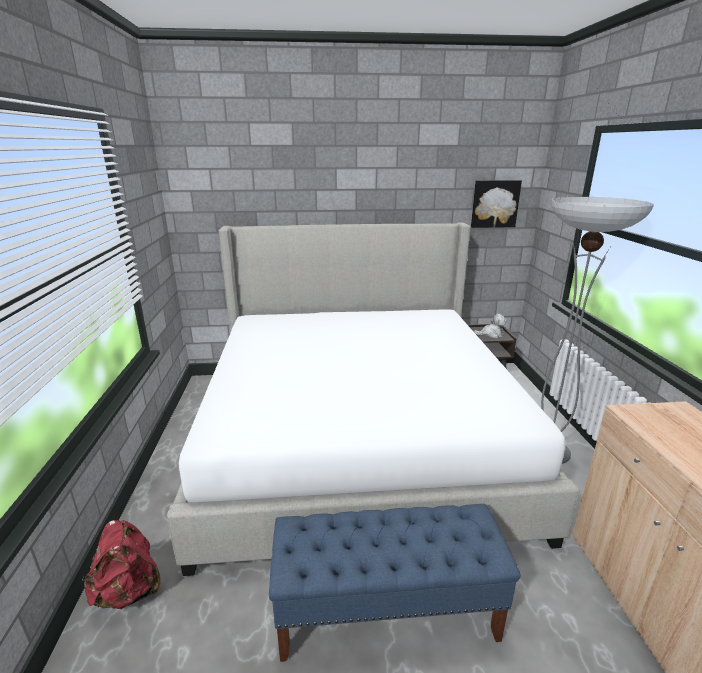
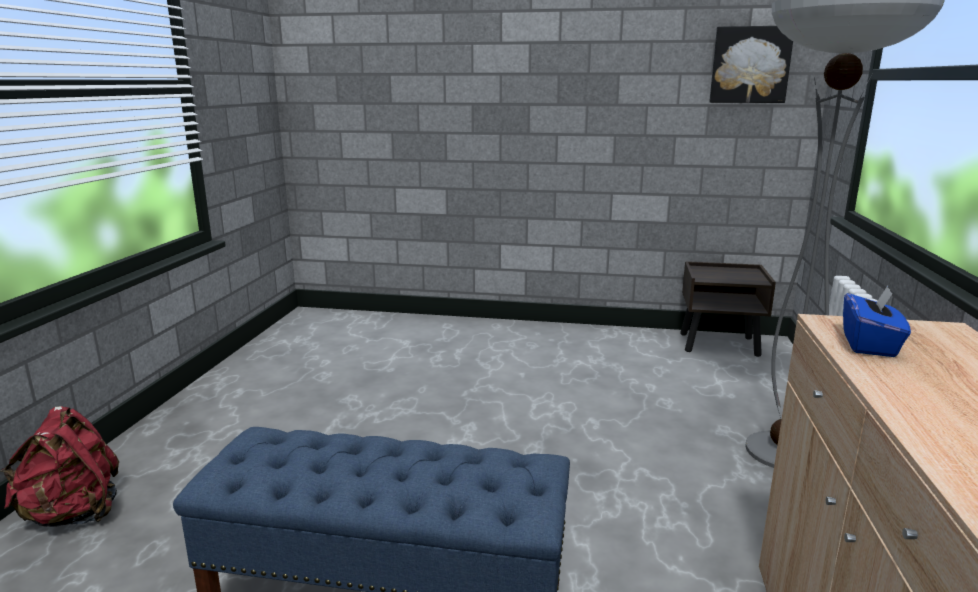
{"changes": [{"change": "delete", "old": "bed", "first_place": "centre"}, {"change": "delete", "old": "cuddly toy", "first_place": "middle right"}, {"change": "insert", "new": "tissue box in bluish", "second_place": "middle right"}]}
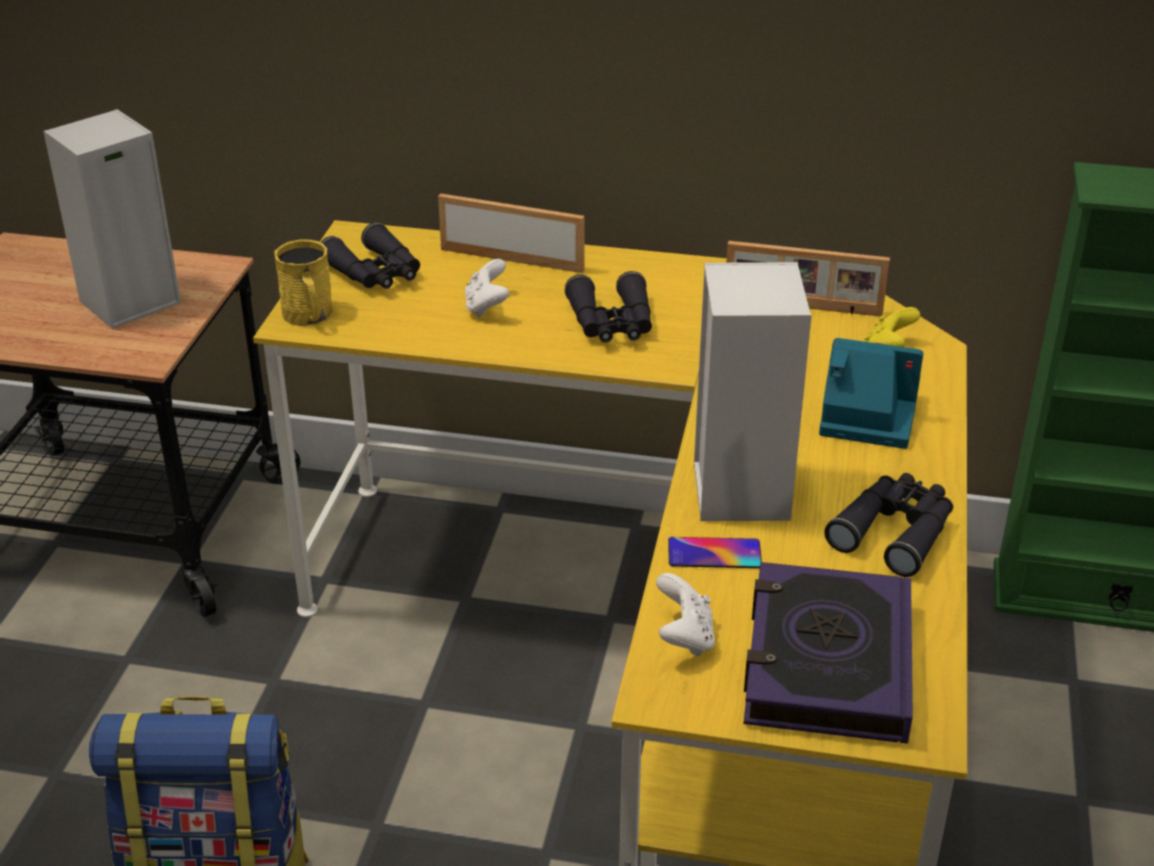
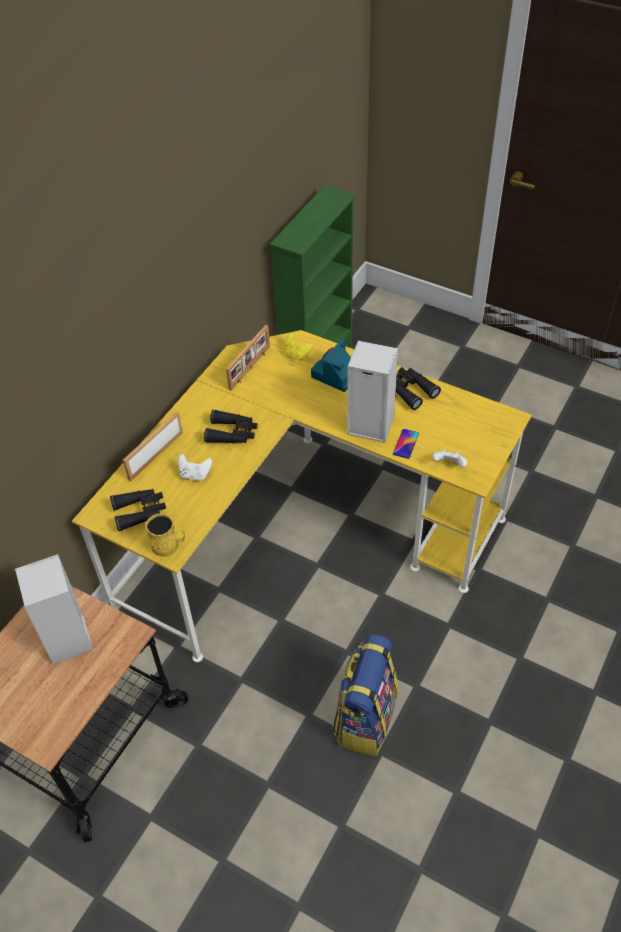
{"changes": [{"change": "delete", "old": "book", "first_place": "bottom right"}]}
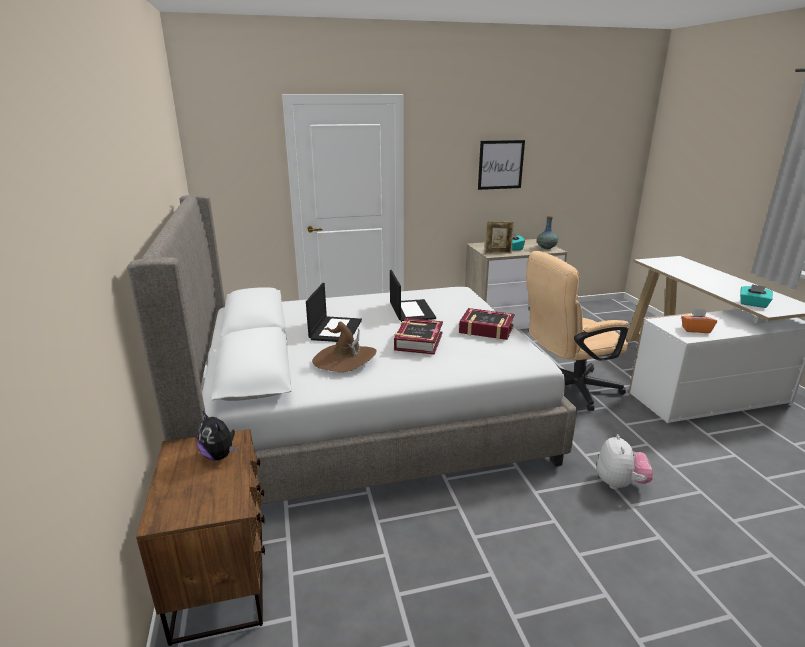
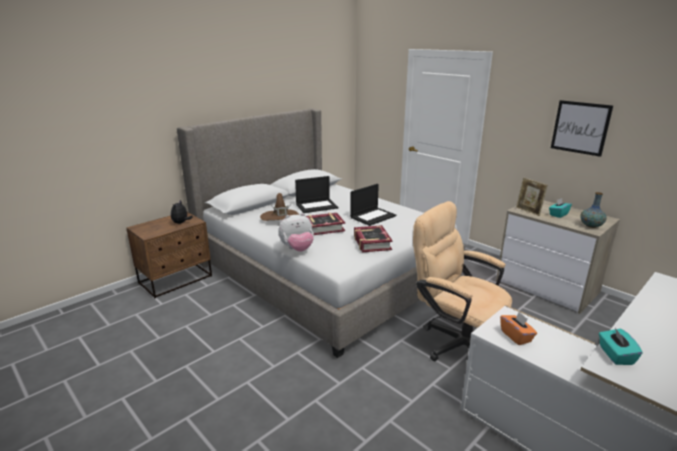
{"changes": [{"change": "move", "old": "cuddly toy (2nd from left)", "first_place": "bottom right", "second_place": "centre"}]}
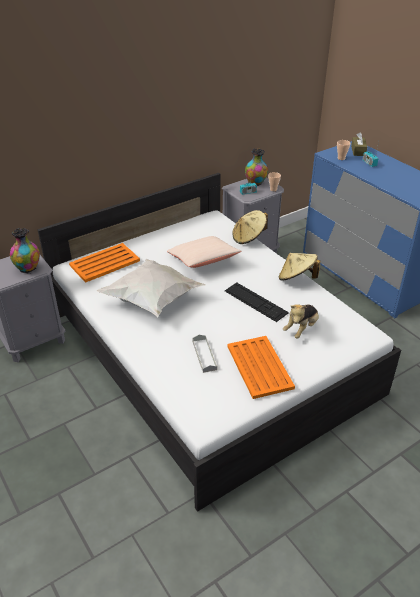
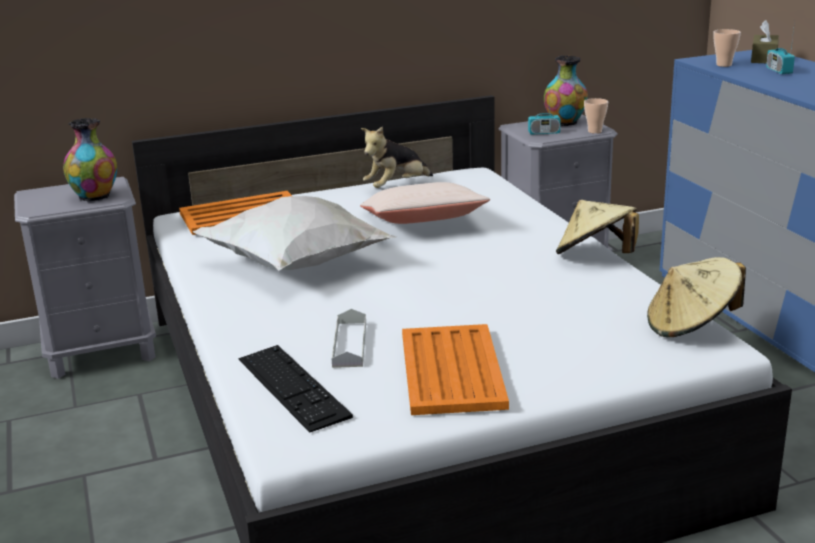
{"changes": [{"change": "move", "old": "computer keyboard", "first_place": "centre", "second_place": "bottom centre"}, {"change": "move", "old": "clothing hat in beige-coloured (1st from left in the first image)", "new": "clothing hat in beige-coloured (2nd from left)", "first_place": "centre", "second_place": "middle right"}, {"change": "move", "old": "cuddly toy", "first_place": "middle right", "second_place": "top centre"}]}
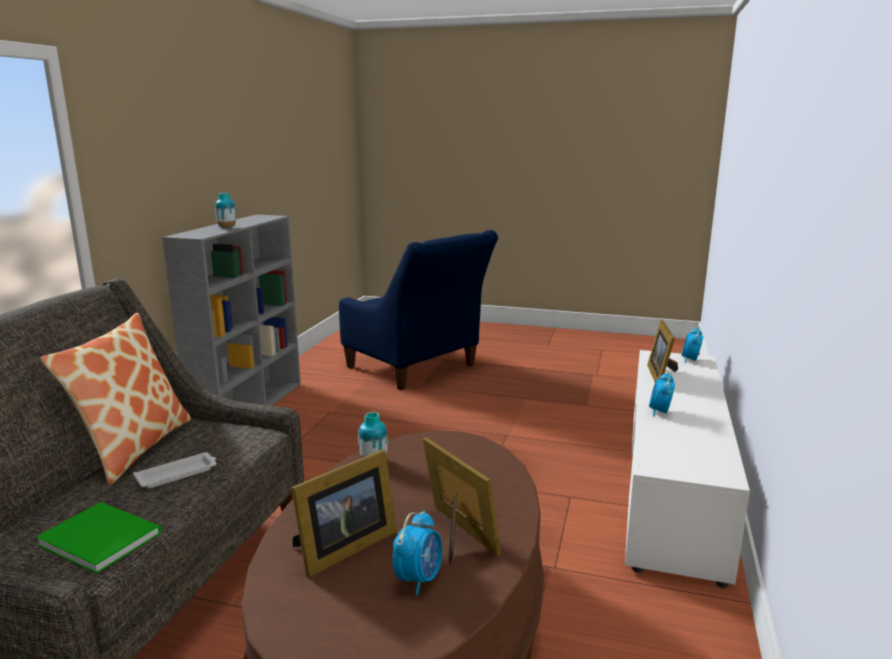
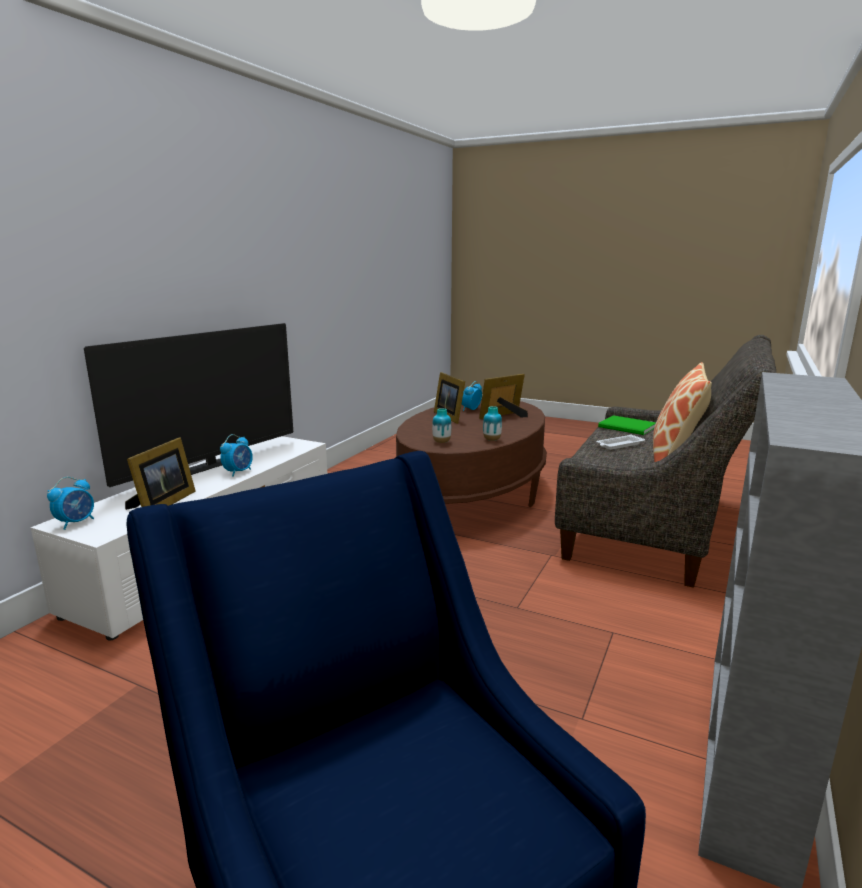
{"changes": [{"change": "insert", "new": "TV", "second_place": "middle left"}, {"change": "move", "old": "flower vase (1st from left)", "first_place": "top left", "second_place": "centre"}]}
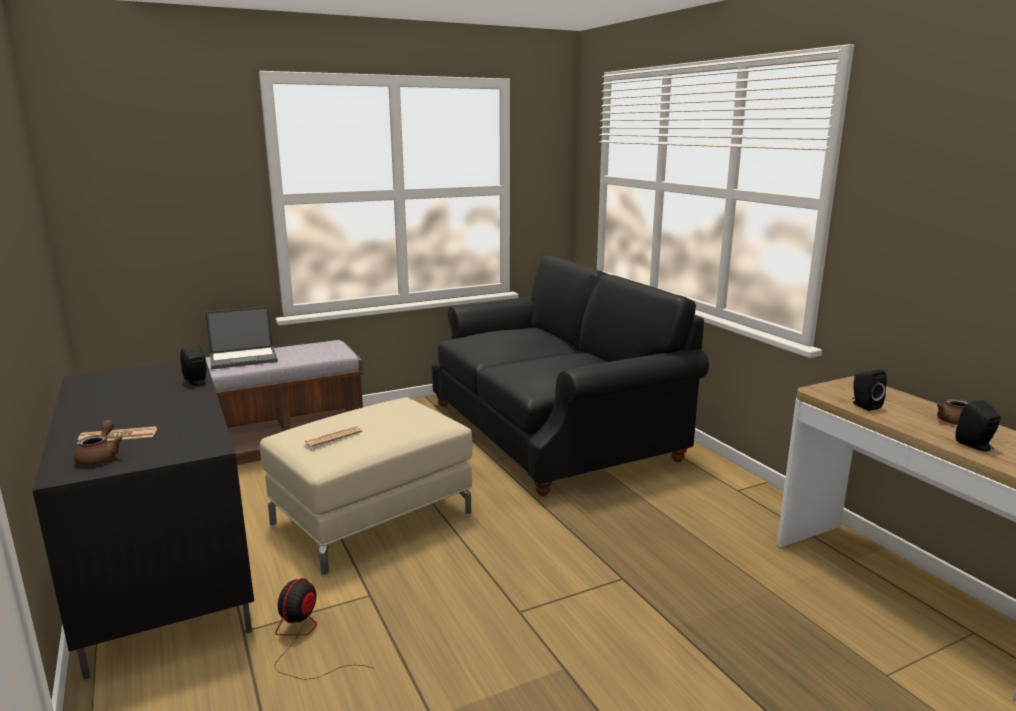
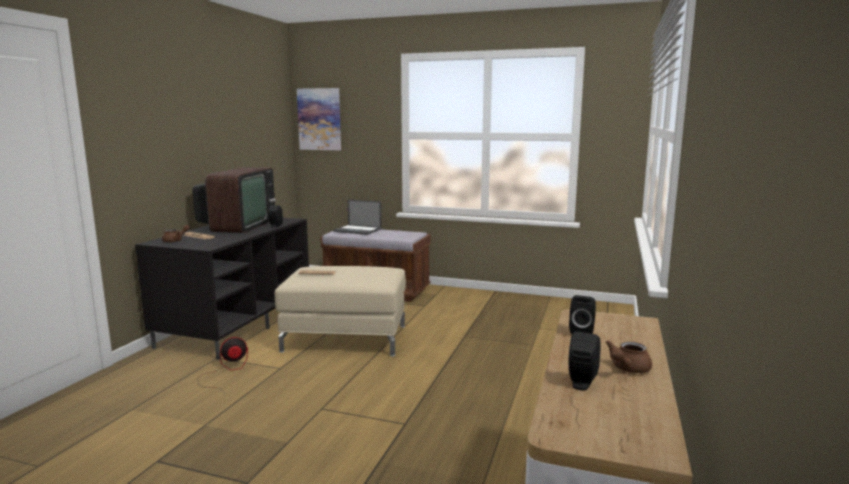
{"changes": [{"change": "delete", "old": "couch in blackish", "first_place": "centre"}, {"change": "insert", "new": "TV", "second_place": "middle left"}, {"change": "insert", "new": "picture", "second_place": "top centre"}]}
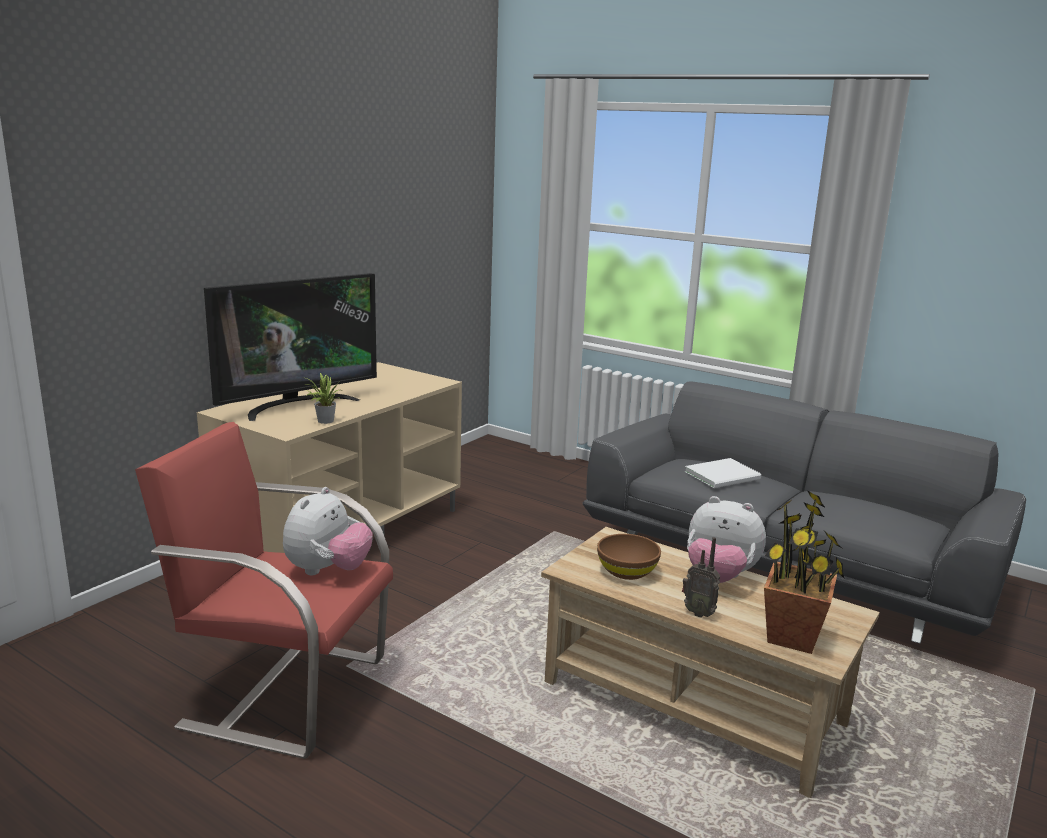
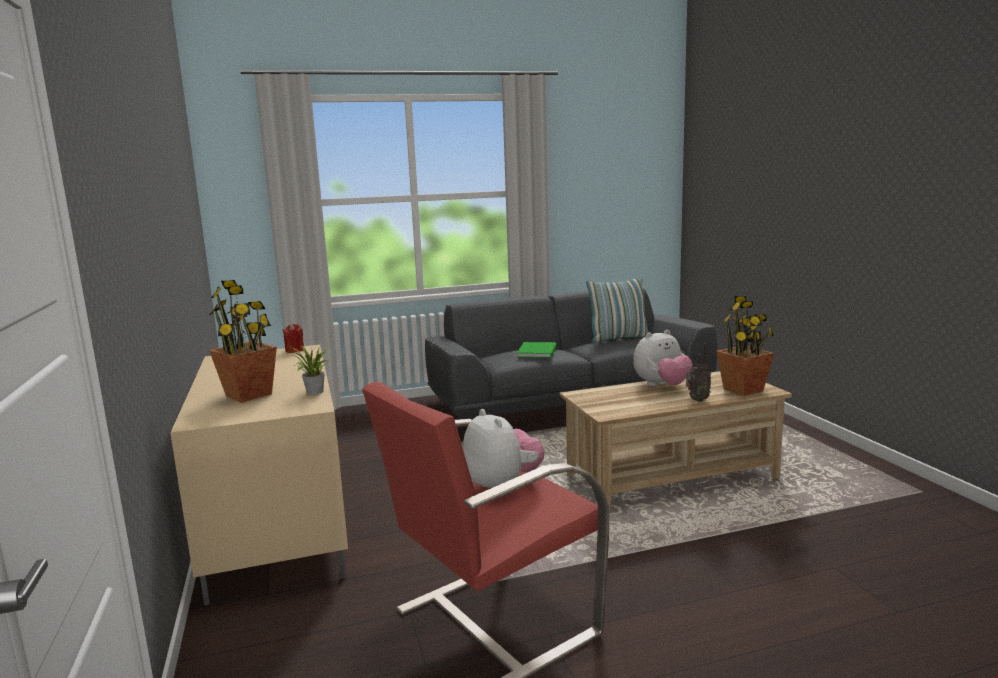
{"changes": [{"change": "delete", "old": "serving bowl in brown", "first_place": "centre"}, {"change": "insert", "new": "candle in red", "second_place": "middle left"}, {"change": "insert", "new": "pillow", "second_place": "centre"}, {"change": "replace", "old": "TV", "new": "plant in a pot (1st from left)", "first_place": "middle left", "second_place": "middle left"}, {"change": "recolor", "old": "book in white", "new": "book in greenish", "first_place": "middle right", "second_place": "centre"}]}
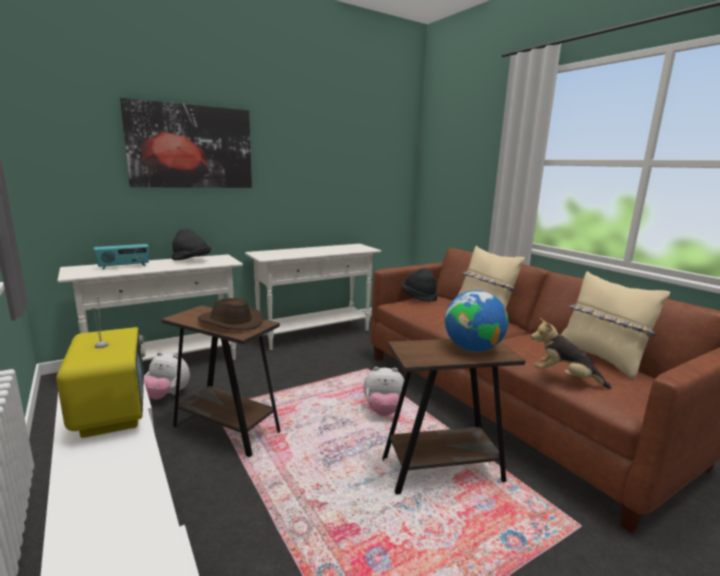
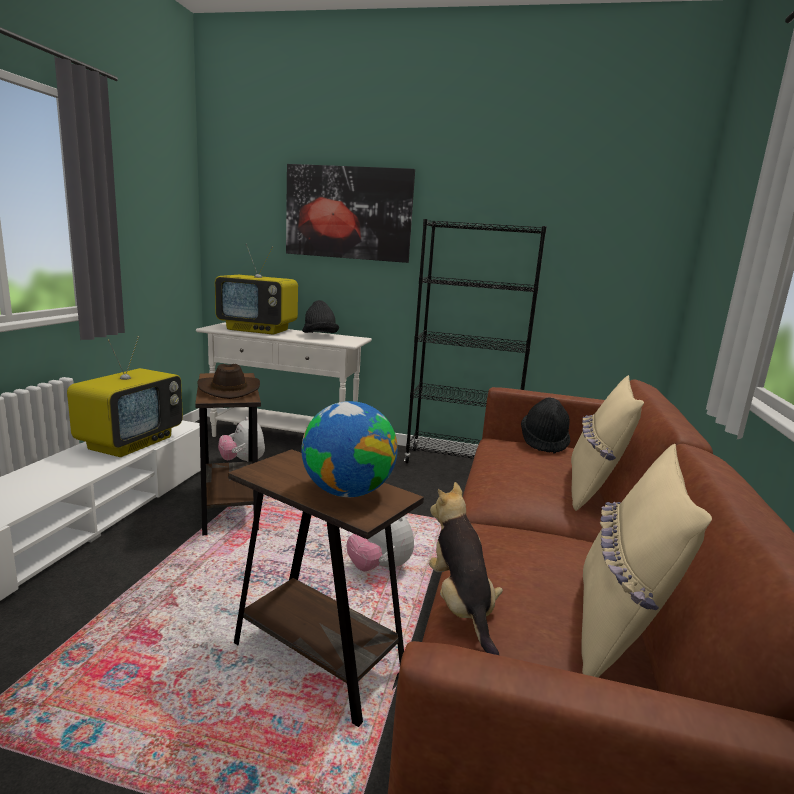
{"changes": [{"change": "replace", "old": "radio", "new": "TV (2nd from left)", "first_place": "middle left", "second_place": "middle left"}, {"change": "replace", "old": "console table in white (2nd from left)", "new": "shelving unit in blackish", "first_place": "centre", "second_place": "centre"}]}
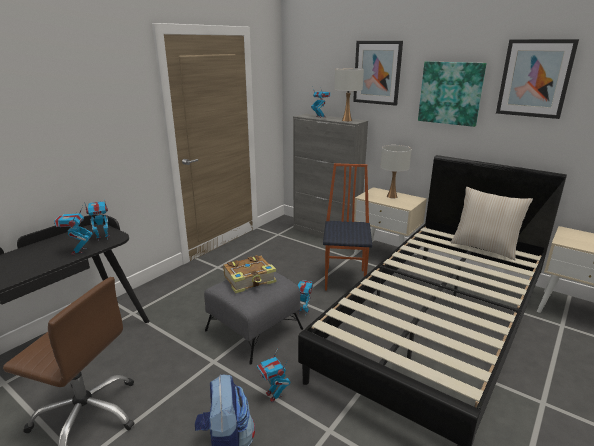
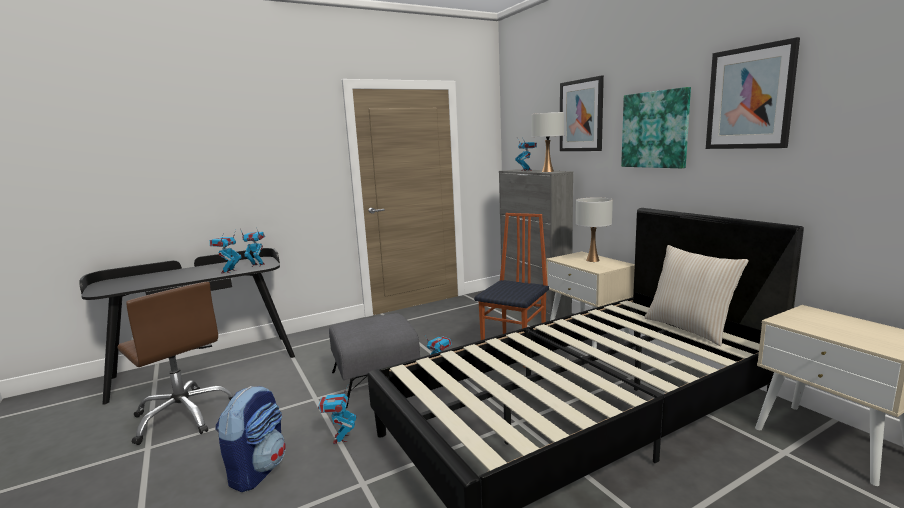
{"changes": [{"change": "delete", "old": "book", "first_place": "centre"}]}
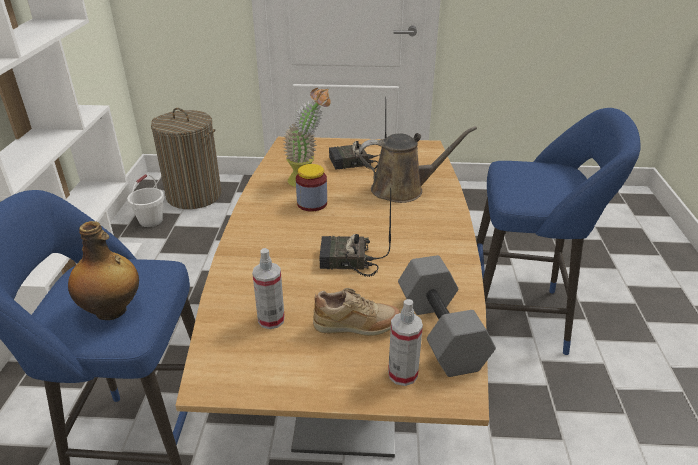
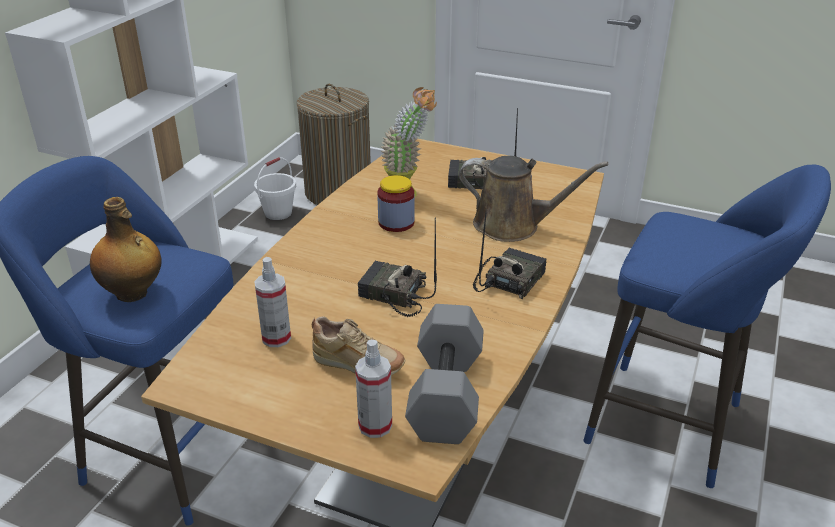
{"changes": [{"change": "insert", "new": "radio (3rd from left)", "second_place": "centre"}]}
